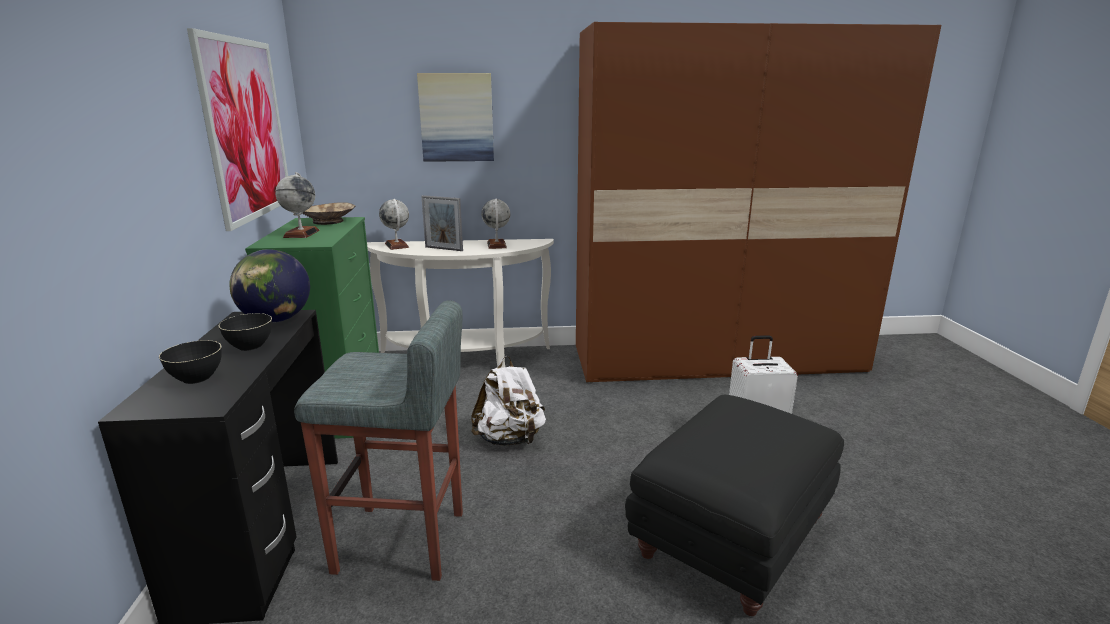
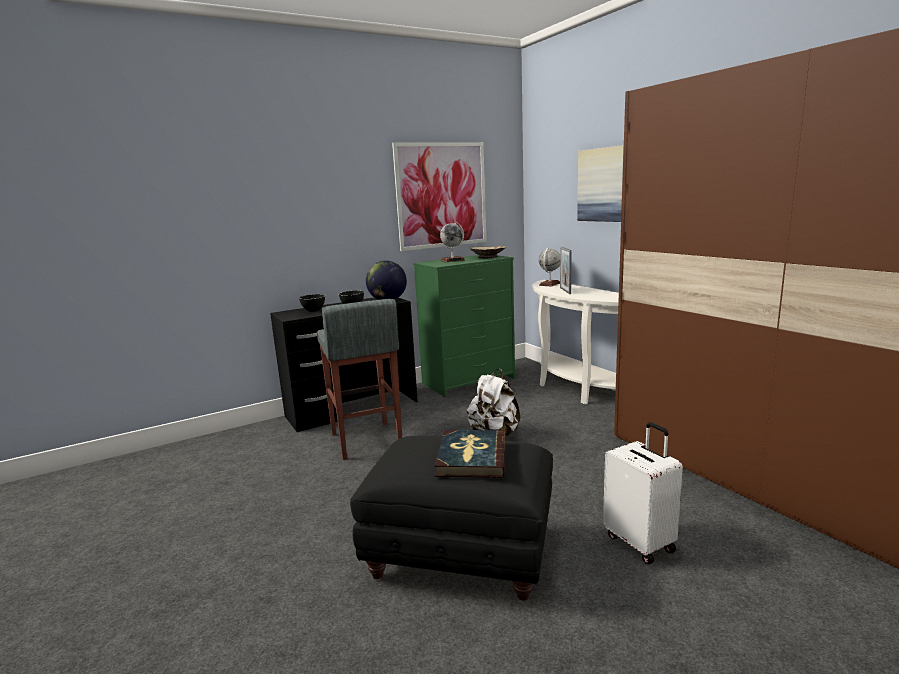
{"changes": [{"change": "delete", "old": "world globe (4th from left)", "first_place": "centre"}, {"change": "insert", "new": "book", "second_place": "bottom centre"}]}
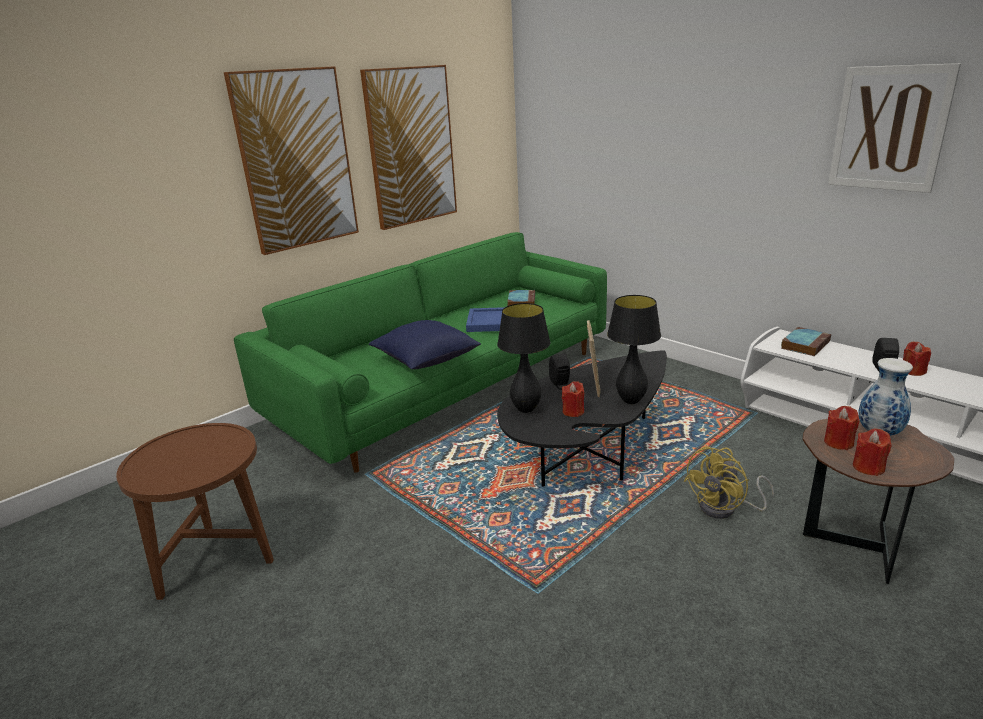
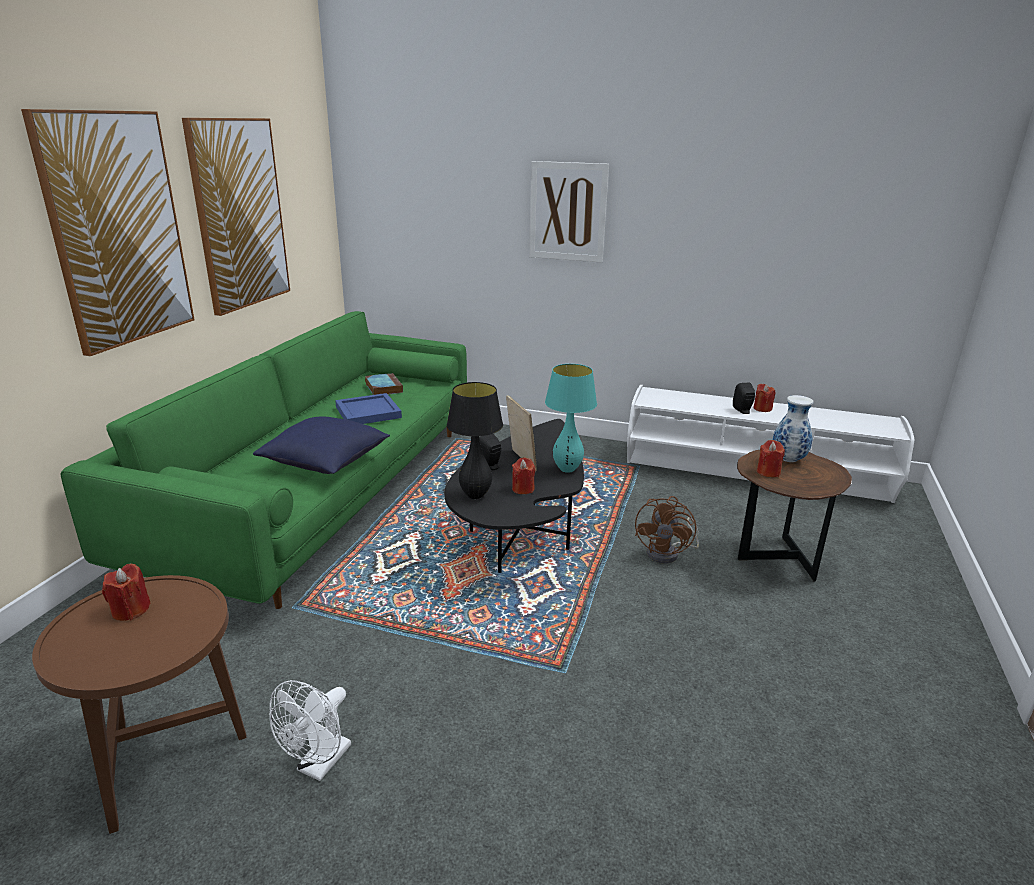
{"changes": [{"change": "delete", "old": "book (2nd from left)", "first_place": "middle right"}, {"change": "insert", "new": "cooling fan in white", "second_place": "bottom left"}, {"change": "move", "old": "picture (3rd from left)", "first_place": "top right", "second_place": "top centre"}, {"change": "move", "old": "candle in red (3rd from left in the first image)", "new": "candle in red (1st from left)", "first_place": "middle right", "second_place": "bottom left"}, {"change": "recolor", "old": "lamp for a table in blackish (2nd from left)", "new": "lamp for a table in turquoise", "first_place": "centre", "second_place": "centre"}, {"change": "recolor", "old": "cooling fan in yellow", "new": "cooling fan in brown", "first_place": "bottom right", "second_place": "centre"}]}
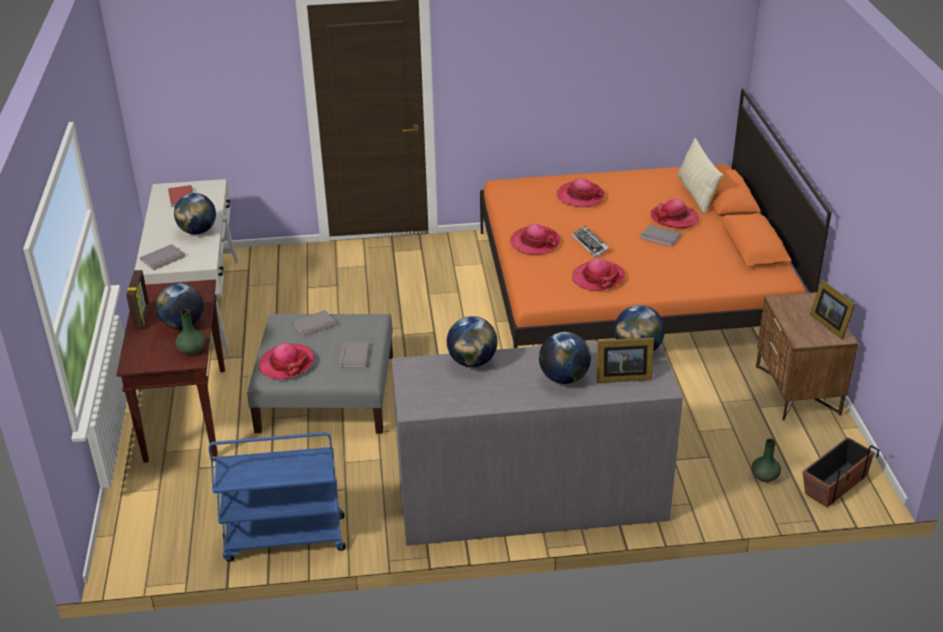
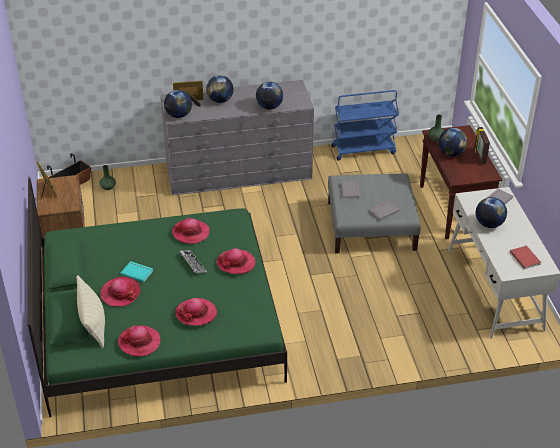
{"changes": [{"change": "move", "old": "clothing hat (1st from left in the first image)", "new": "clothing hat (2nd from left)", "first_place": "middle left", "second_place": "bottom left"}, {"change": "recolor", "old": "bed in orange-coloured", "new": "bed in greenish", "first_place": "middle right", "second_place": "middle left"}, {"change": "recolor", "old": "book in greyish (4th from left)", "new": "book in turquoise", "first_place": "middle right", "second_place": "middle left"}]}
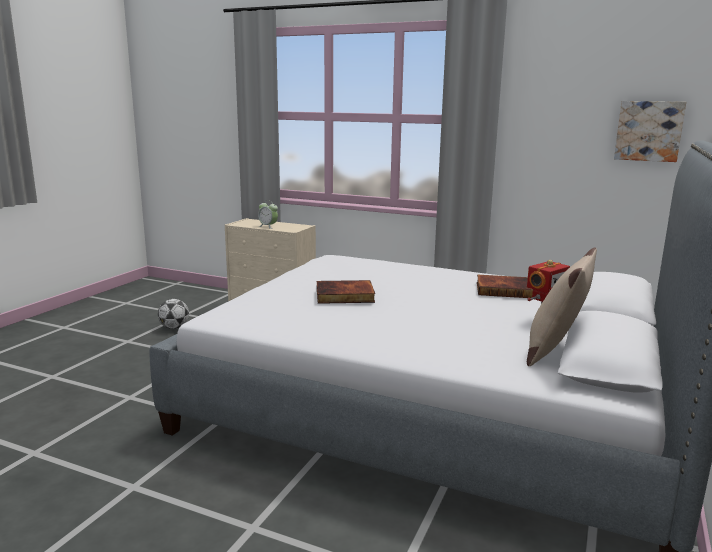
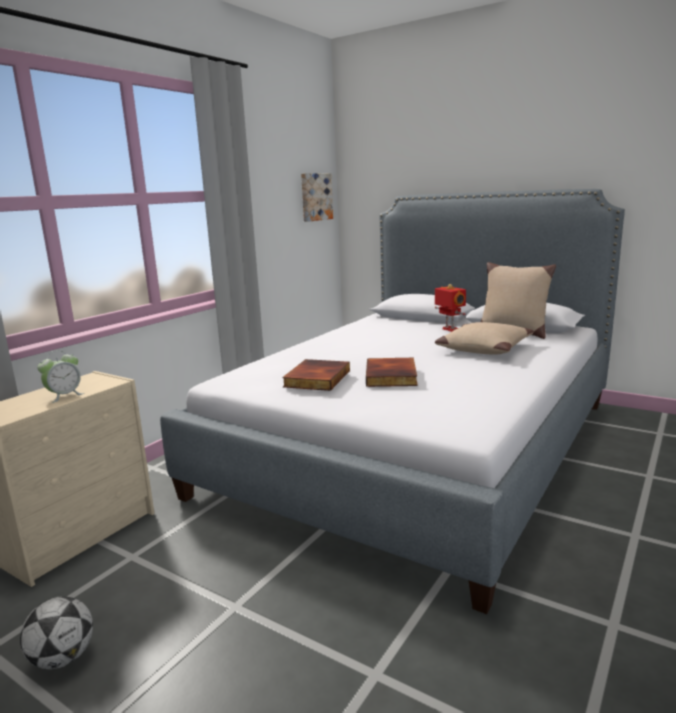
{"changes": [{"change": "insert", "new": "pillow in beige-coloured (1st from left)", "second_place": "middle right"}, {"change": "move", "old": "book (2nd from left in the first image)", "new": "book (1st from left)", "first_place": "middle right", "second_place": "centre"}]}
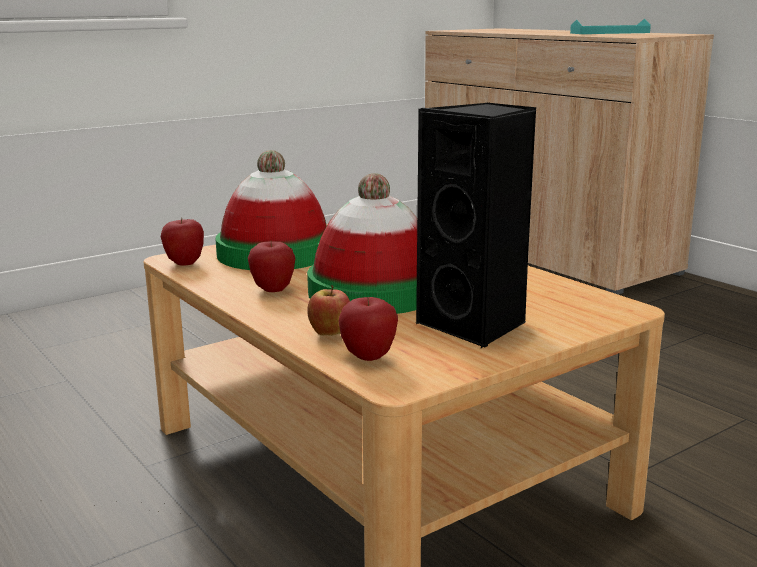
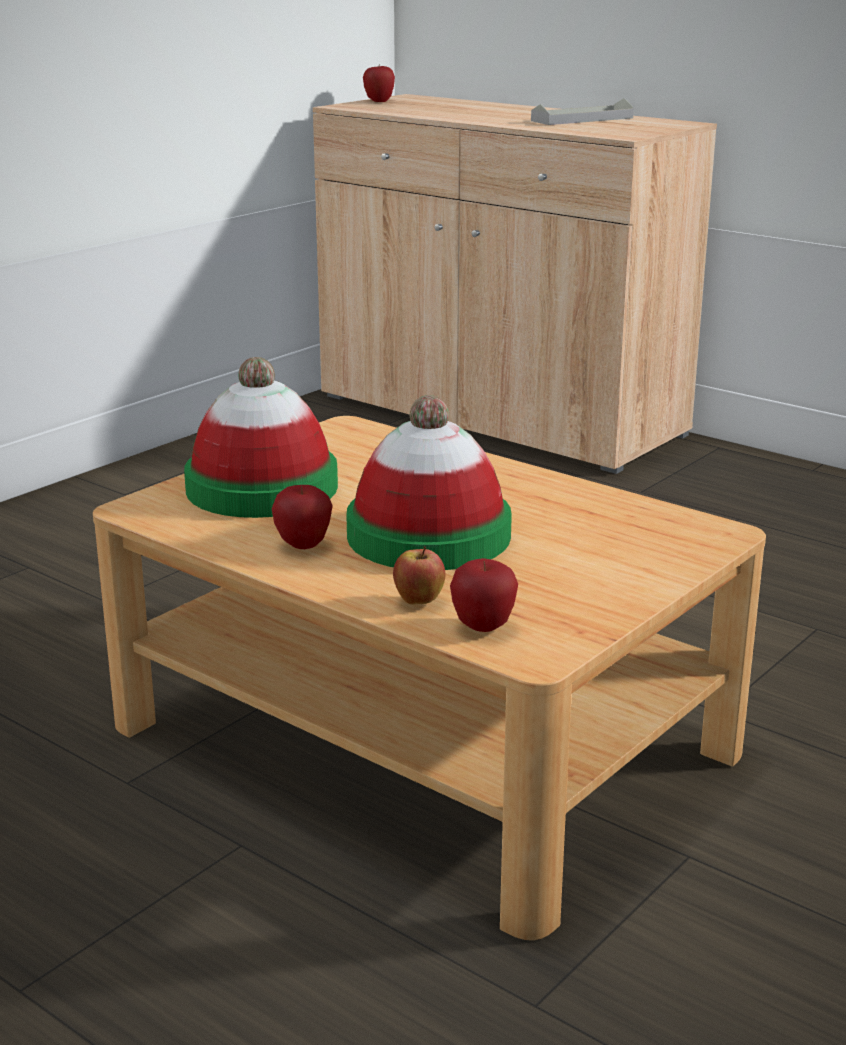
{"changes": [{"change": "delete", "old": "speaker in blackish", "first_place": "centre"}, {"change": "move", "old": "whole apple (1st from left in the first image)", "new": "whole apple (2nd from left)", "first_place": "middle left", "second_place": "top centre"}, {"change": "recolor", "old": "serving tray in turquoise", "new": "serving tray in greyish", "first_place": "top right", "second_place": "top right"}]}
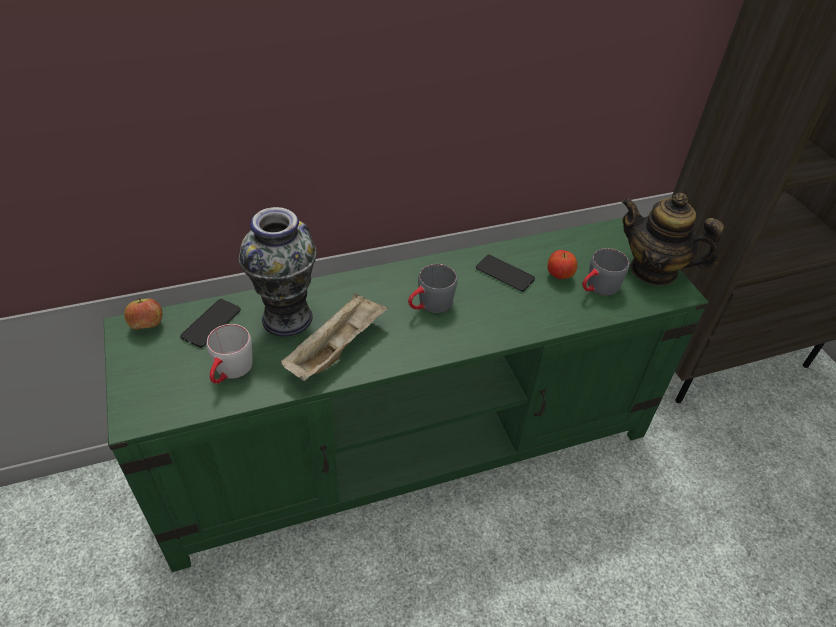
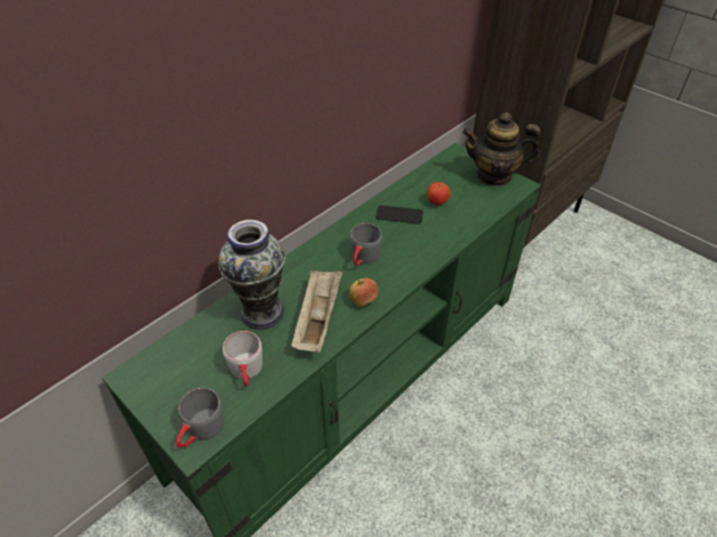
{"changes": [{"change": "delete", "old": "telephone (1st from left)", "first_place": "middle left"}, {"change": "move", "old": "whole apple (1st from left)", "first_place": "middle left", "second_place": "centre"}, {"change": "move", "old": "coffee mug in greyish (3rd from left in the first image)", "new": "coffee mug in greyish (1st from left)", "first_place": "middle right", "second_place": "bottom left"}]}
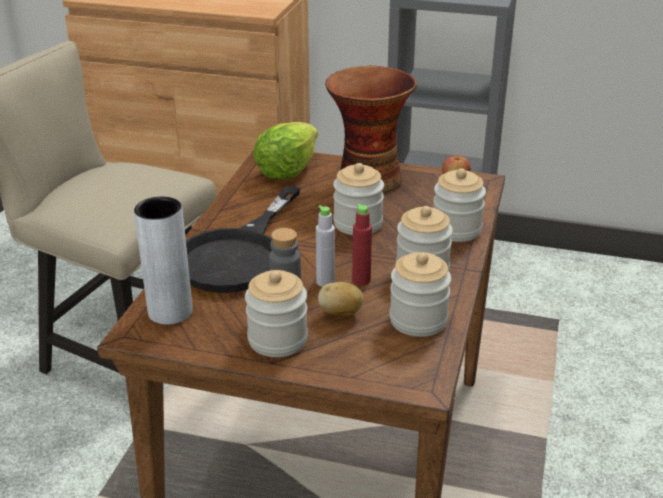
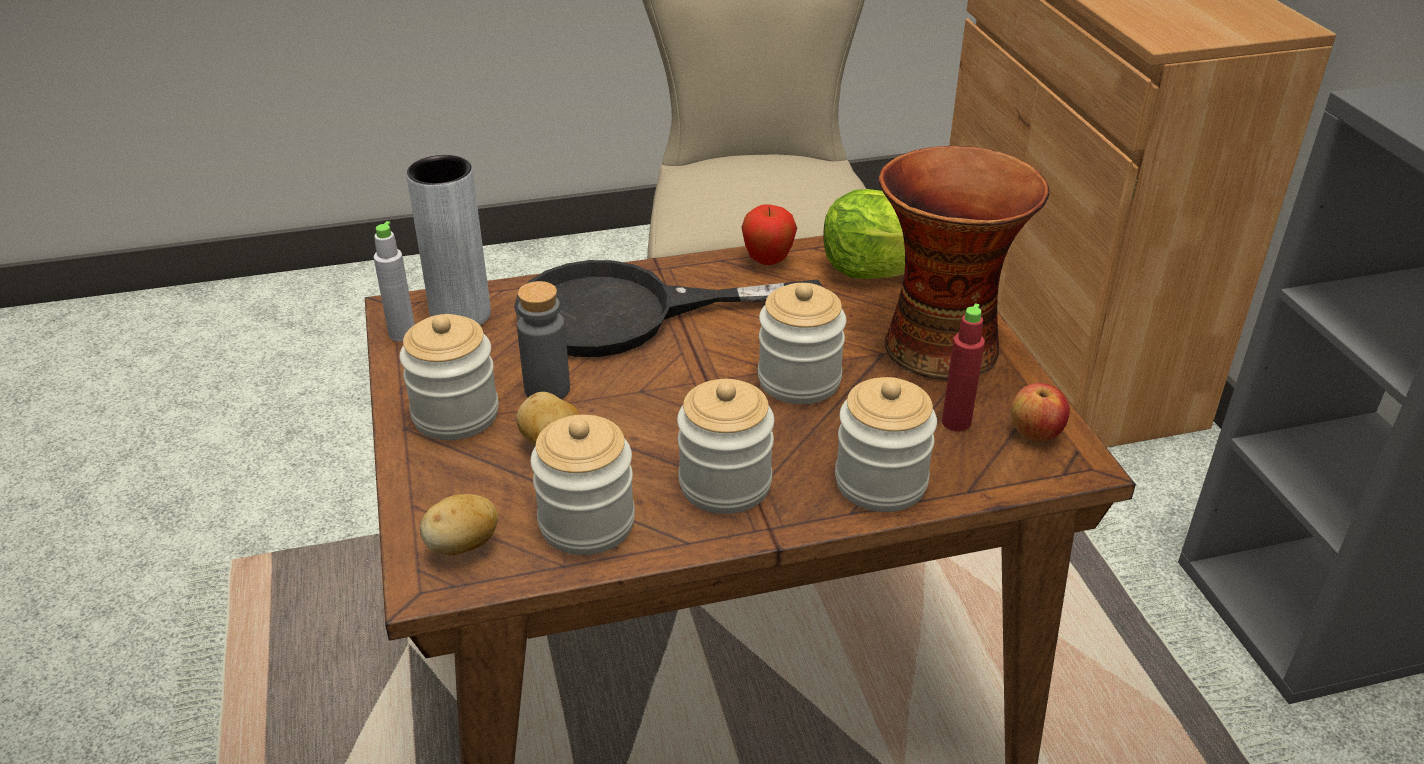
{"changes": [{"change": "insert", "new": "spud (1st from left)", "second_place": "bottom left"}, {"change": "insert", "new": "whole apple (1st from left)", "second_place": "top centre"}, {"change": "move", "old": "drink bottle in greyish (2nd from left in the first image)", "new": "drink bottle in greyish (1st from left)", "first_place": "centre", "second_place": "middle left"}, {"change": "move", "old": "drink bottle in red", "first_place": "centre", "second_place": "middle right"}]}
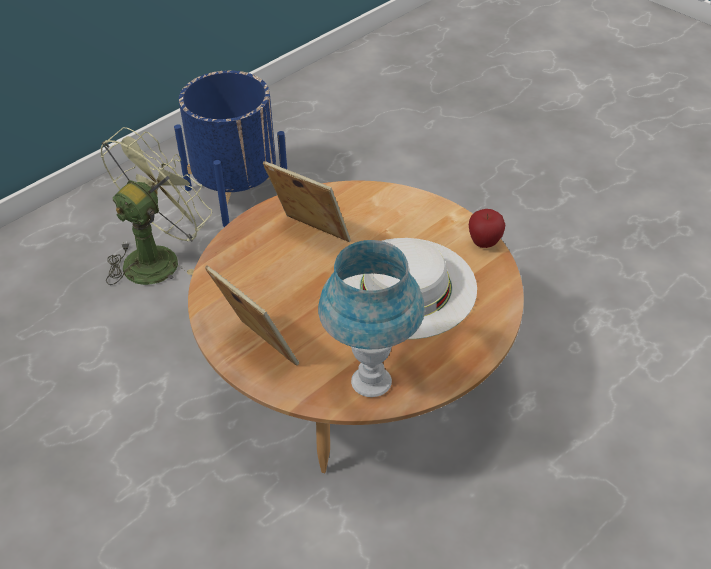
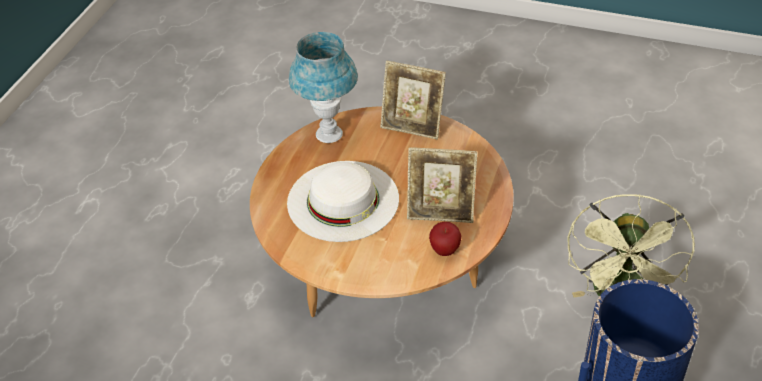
{"changes": [{"change": "move", "old": "whole apple", "first_place": "middle right", "second_place": "centre"}]}
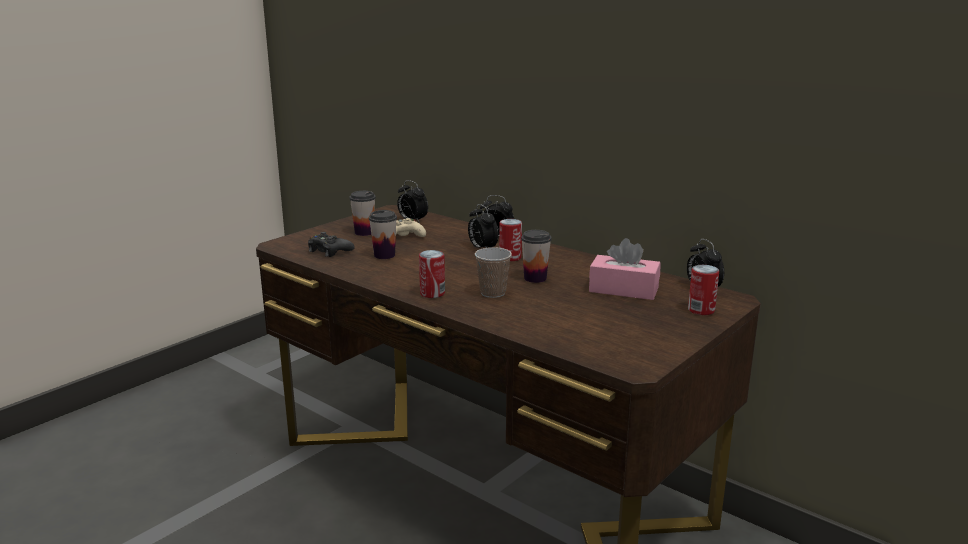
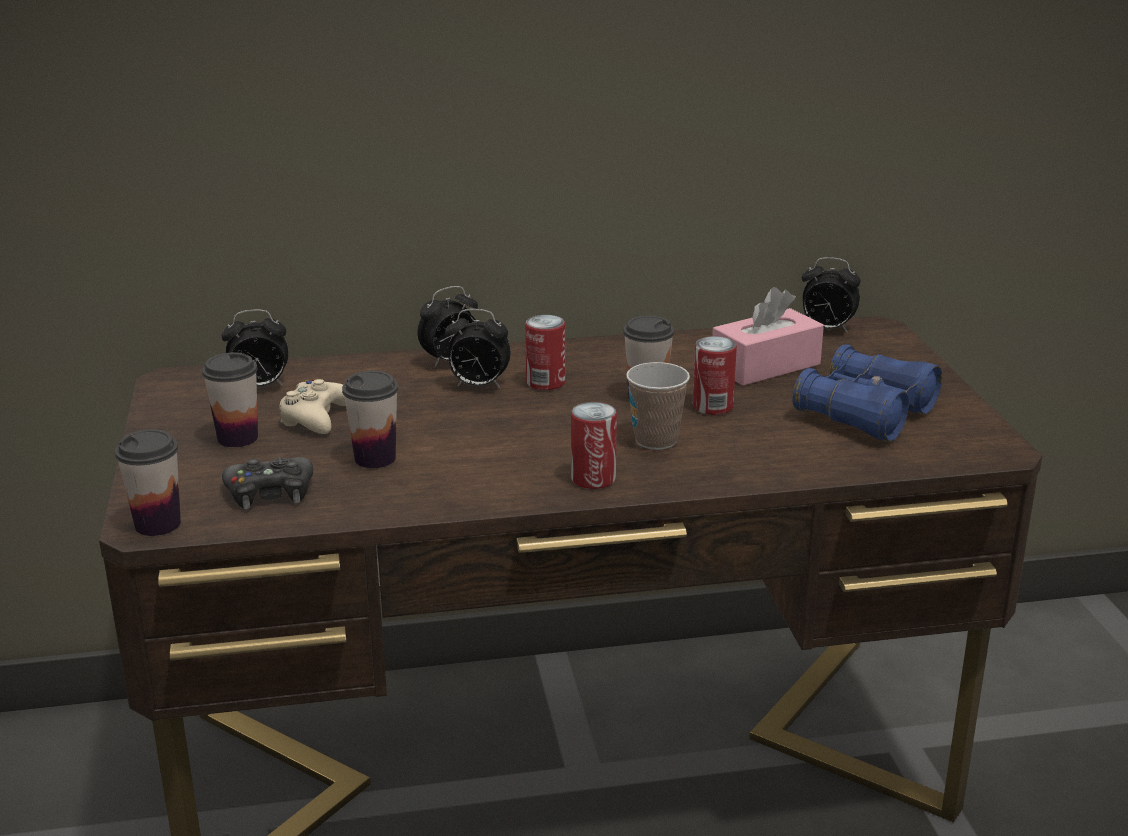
{"changes": [{"change": "insert", "new": "cup (1st from left)", "second_place": "middle left"}, {"change": "insert", "new": "binoculars in bluish", "second_place": "middle right"}, {"change": "move", "old": "metal can (3rd from left)", "first_place": "middle right", "second_place": "centre"}]}
